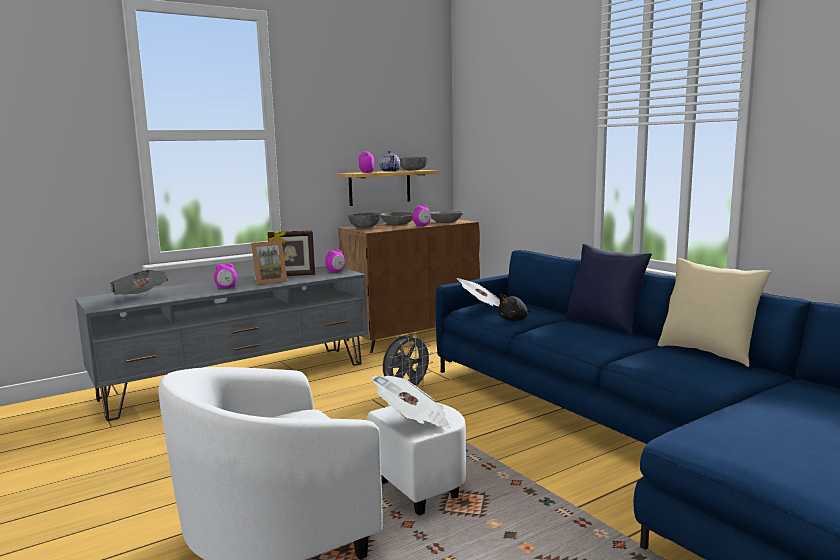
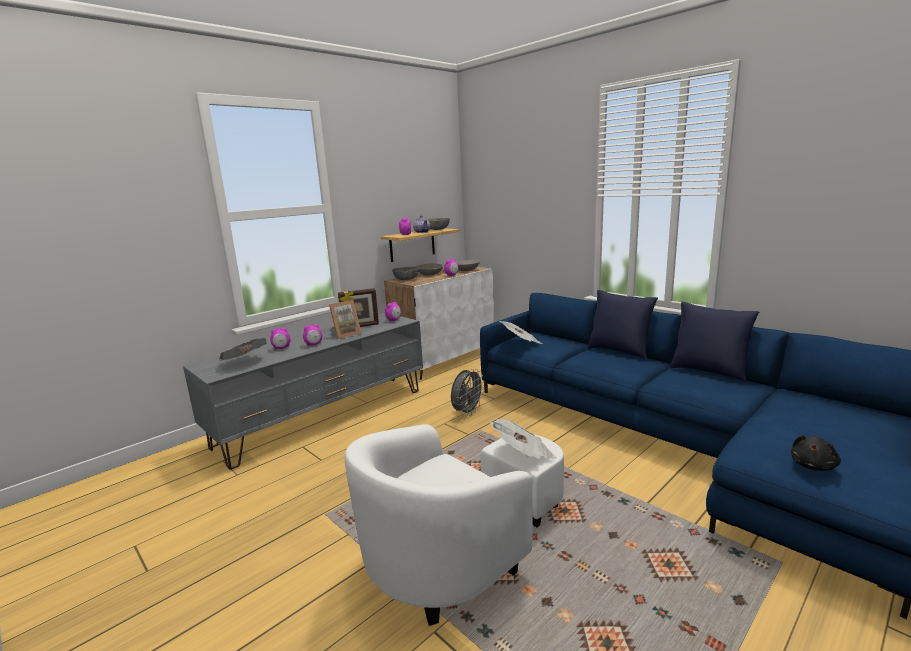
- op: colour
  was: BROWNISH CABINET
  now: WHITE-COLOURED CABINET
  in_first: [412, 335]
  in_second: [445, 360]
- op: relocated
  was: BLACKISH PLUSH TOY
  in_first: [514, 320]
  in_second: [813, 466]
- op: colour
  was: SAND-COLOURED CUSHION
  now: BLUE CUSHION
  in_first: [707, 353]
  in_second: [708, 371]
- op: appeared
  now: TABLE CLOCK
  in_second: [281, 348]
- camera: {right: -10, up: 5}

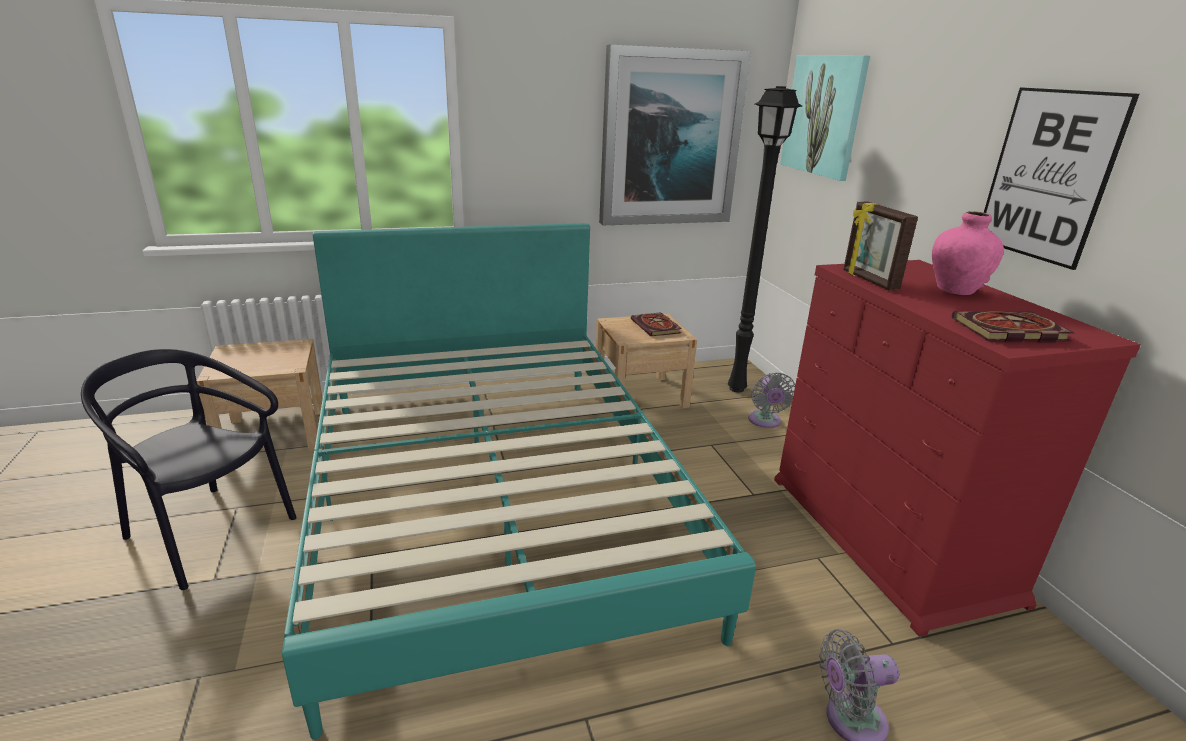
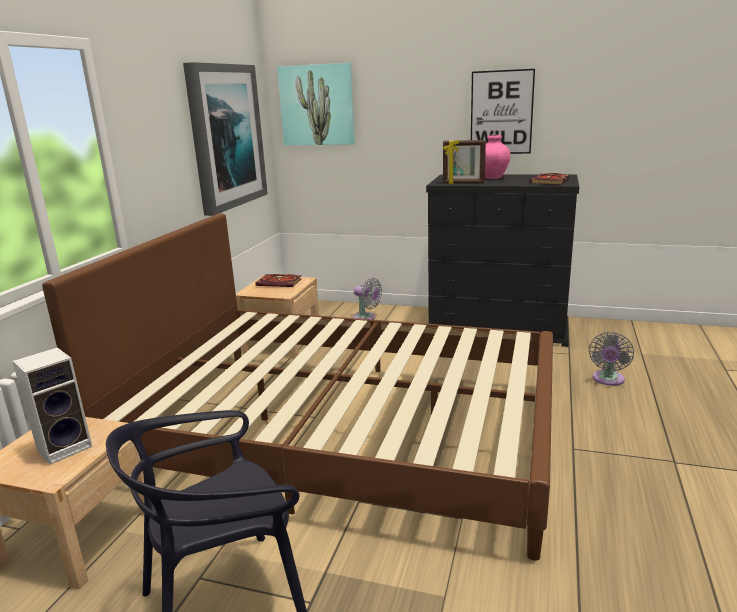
- op: colour
  was: BLUE-GREEN BEDROOM BED
  now: BROWNISH BEDROOM BED
  in_first: [494, 499]
  in_second: [343, 430]
- op: missing
  was: BLACKISH STANDING LAMP
  in_first: [738, 389]
- op: colour
  was: REDDISH DRAWER CHEST
  now: BLACKISH DRAWER CHEST
  in_first: [888, 537]
  in_second: [498, 327]
- op: appeared
  now: SPEAKER
  in_second: [66, 447]
- camera: {right: -55, up: -5}

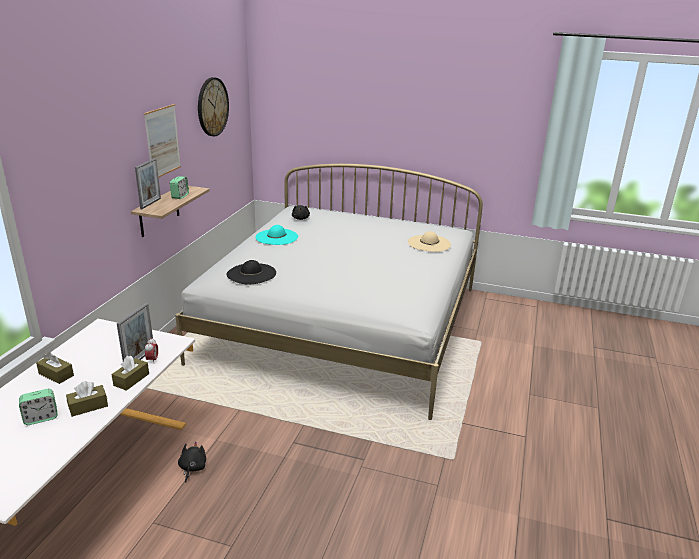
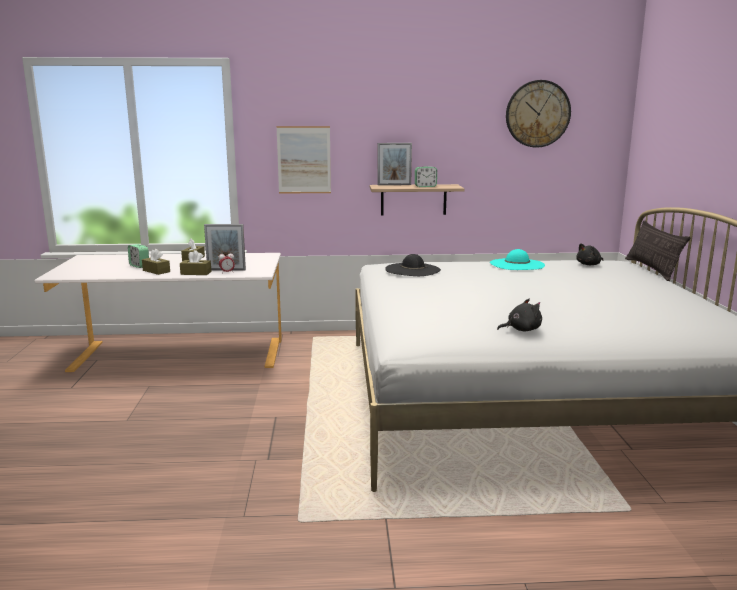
- op: relocated
  was: WALL PICTURE
  in_first: [163, 141]
  in_second: [304, 160]
- op: relocated
  was: BLACKISH PLUSH TOY
  in_first: [192, 468]
  in_second: [521, 330]
- op: missing
  was: SAND-COLOURED CLOTHING HAT
  in_first: [429, 243]
- op: appeared
  now: CUSHION
  in_second: [652, 269]
- camera: {right: 70, up: -10}

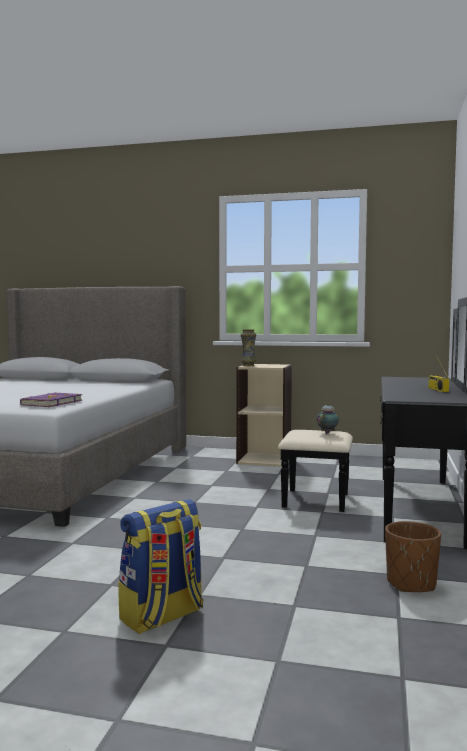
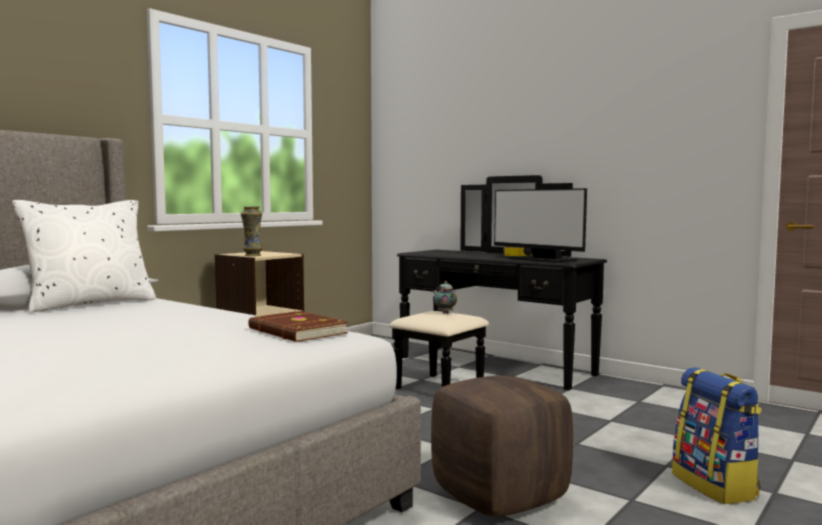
- op: colour
  was: PURPLE VOLUME
  now: BROWNISH VOLUME
  in_first: [51, 403]
  in_second: [296, 331]
- op: missing
  was: BROWNISH FLOWER POT
  in_first: [411, 584]
- op: appeared
  now: WHITE-COLOURED CUSHION
  in_second: [90, 304]
- op: appeared
  now: BROWNISH OTTOMAN
  in_second: [499, 496]
- op: appeared
  now: MONITOR
  in_second: [541, 259]
- camera: {right: -65, up: 0}

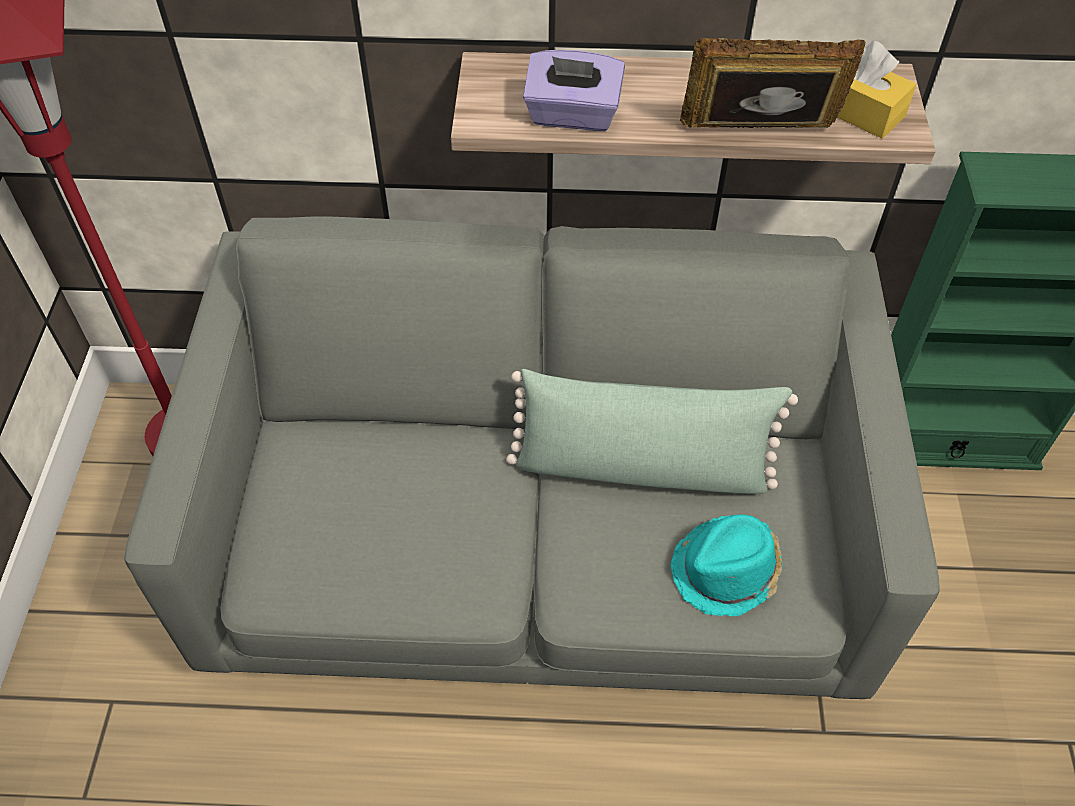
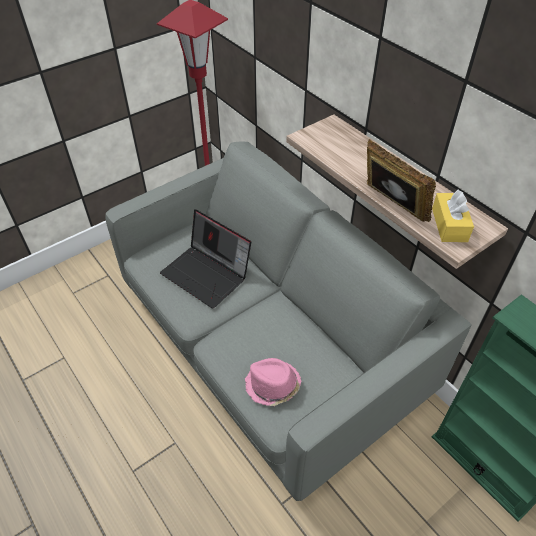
- op: missing
  was: GREENISH CUSHION
  in_first: [642, 467]
- op: missing
  was: PURPLE TISSUE HOLDER
  in_first: [572, 116]
- op: colour
  was: BLUE-GREEN CLOTHING HAT
  now: PINKISH CLOTHING HAT
  in_first: [727, 571]
  in_second: [272, 385]
- op: appeared
  now: PORTABLE COMPUTER
  in_second: [207, 274]
- camera: {right: 50, up: -5}

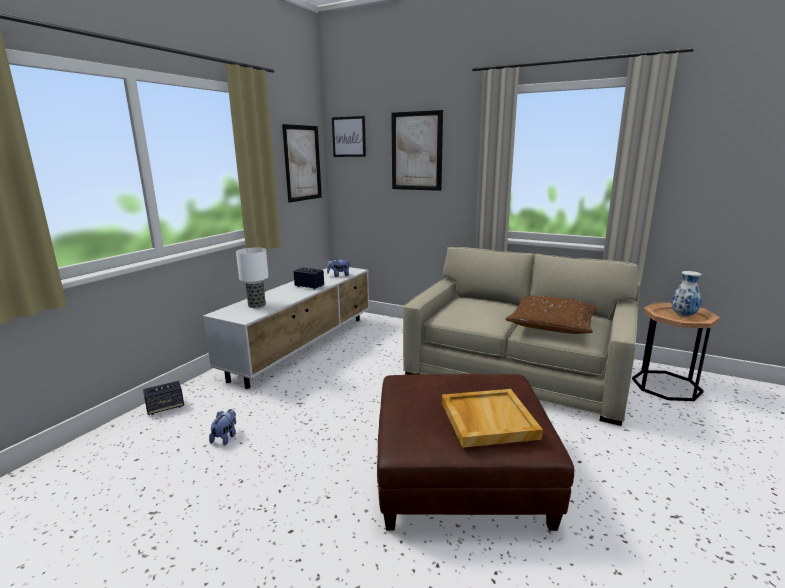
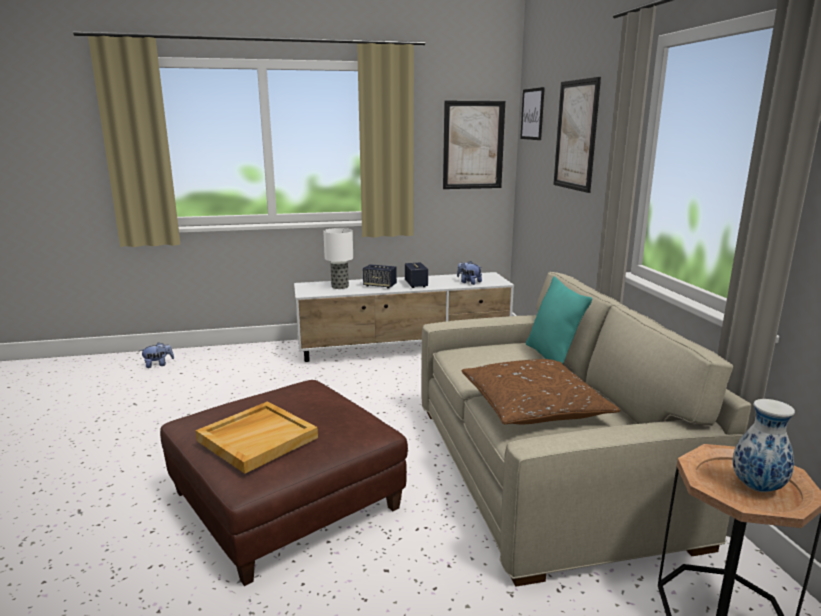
- op: relocated
  was: SPEAKER
  in_first: [165, 407]
  in_second: [380, 286]
- op: relocated
  was: PLUSH TOY
  in_first: [225, 437]
  in_second: [158, 365]
- op: appeared
  now: BLUE-GREEN CUSHION
  in_second: [552, 358]
- camera: {right: 50, up: 0}

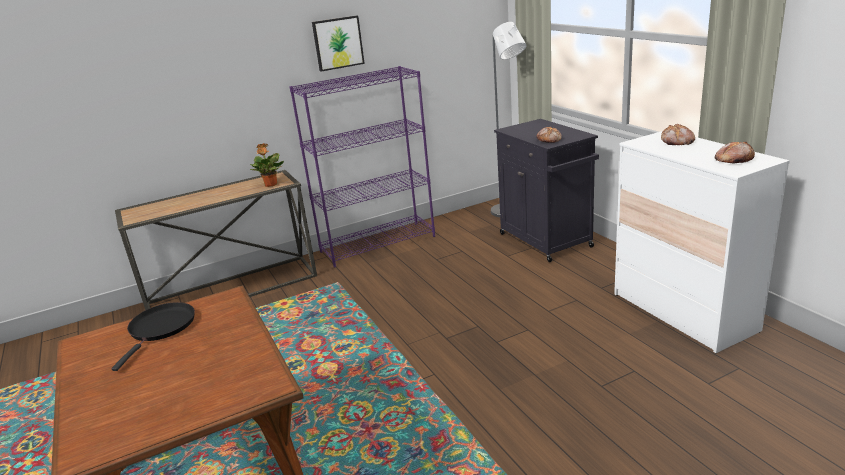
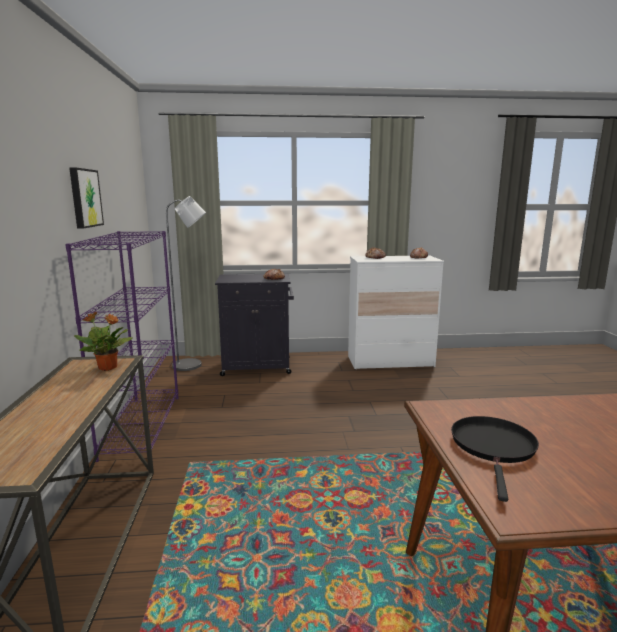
- op: spun
  was: BLACKISH SKILLET
  in_first: [161, 328]
  in_second: [493, 447]
  clockwise: 75
- camera: {right: -70, up: -10}

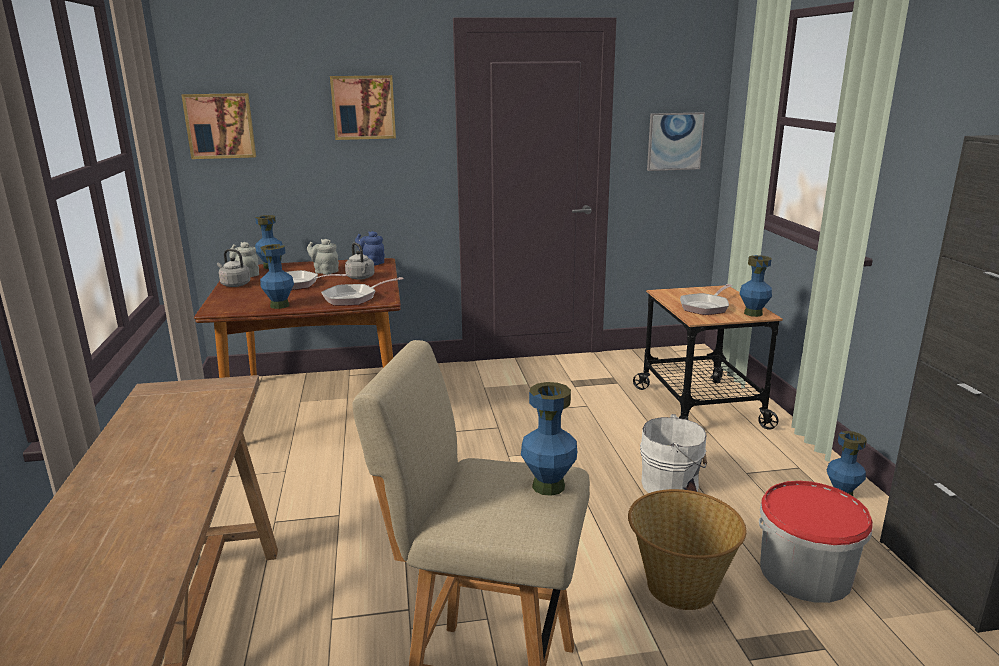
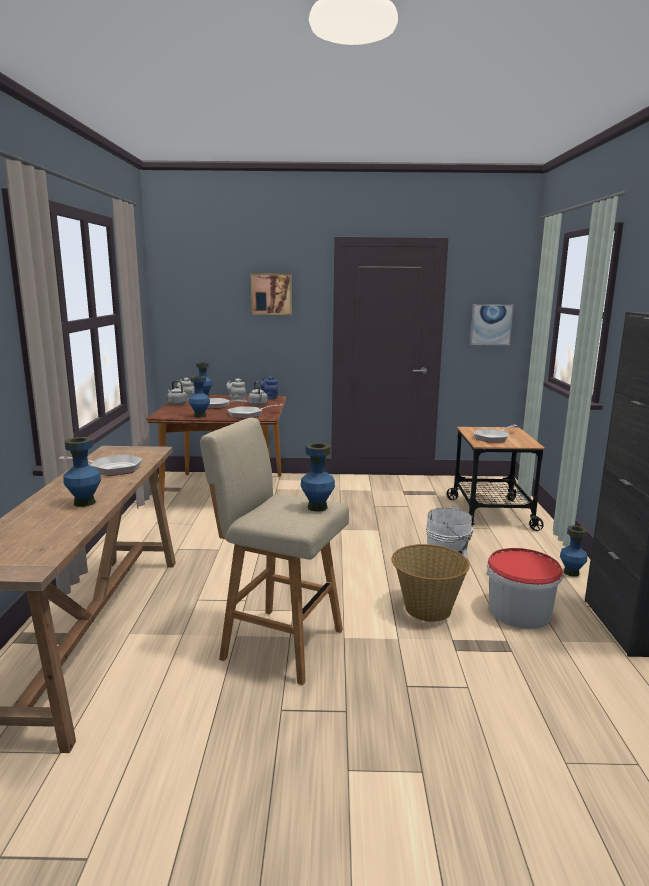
- op: missing
  was: WALL PICTURE
  in_first: [220, 126]
- op: relocated
  was: BLUE VASE
  in_first: [753, 313]
  in_second: [84, 503]
- op: appeared
  now: SKILLET
  in_second: [112, 469]
- camera: {right: 10, up: -5}

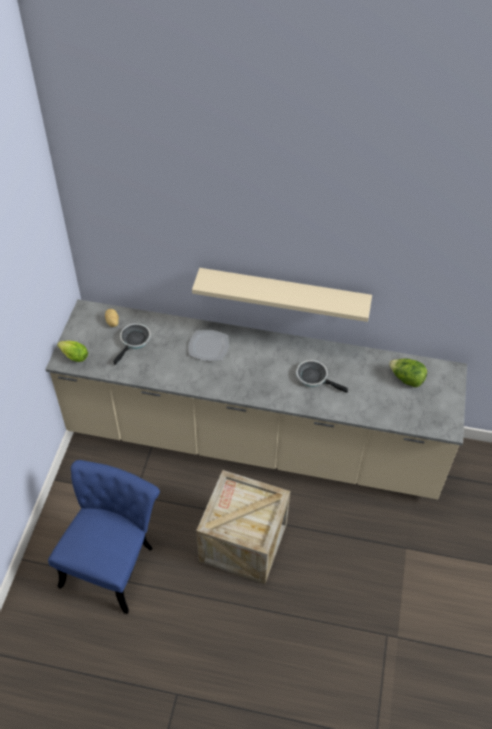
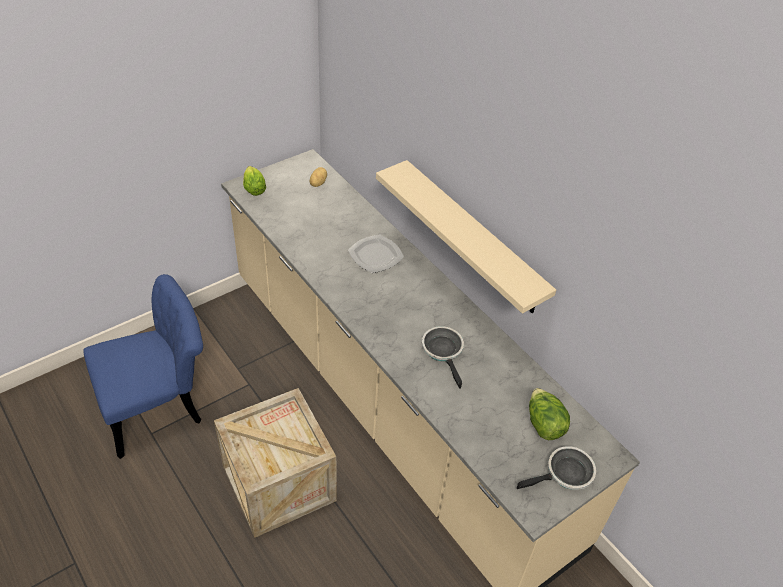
- op: relocated
  was: SKILLET
  in_first: [134, 341]
  in_second: [565, 474]
- camera: {right: 40, up: -5}

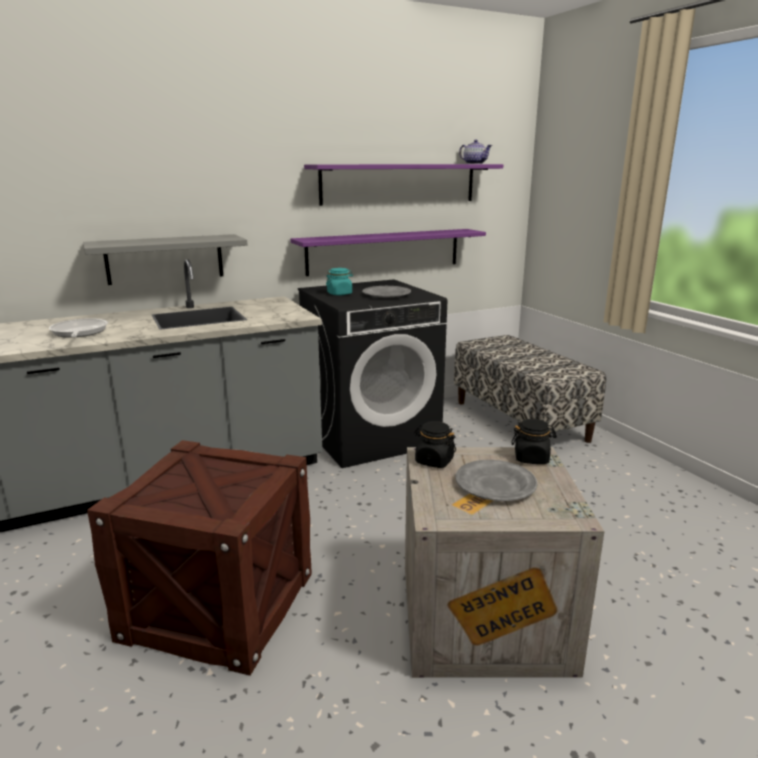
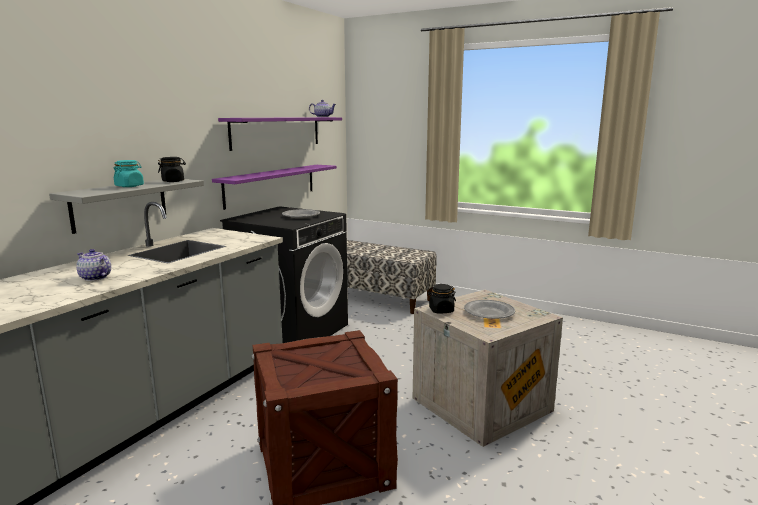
- op: exchanged
  was: SKILLET
  now: TEA POT
  in_first: [79, 333]
  in_second: [95, 278]
- op: relocated
  was: BLUE-GREEN STORAGE JAR
  in_first: [339, 294]
  in_second: [129, 186]
- op: relocated
  was: BLACKISH STORAGE JAR
  in_first: [531, 458]
  in_second: [173, 181]
- camera: {right: -35, up: -5}

